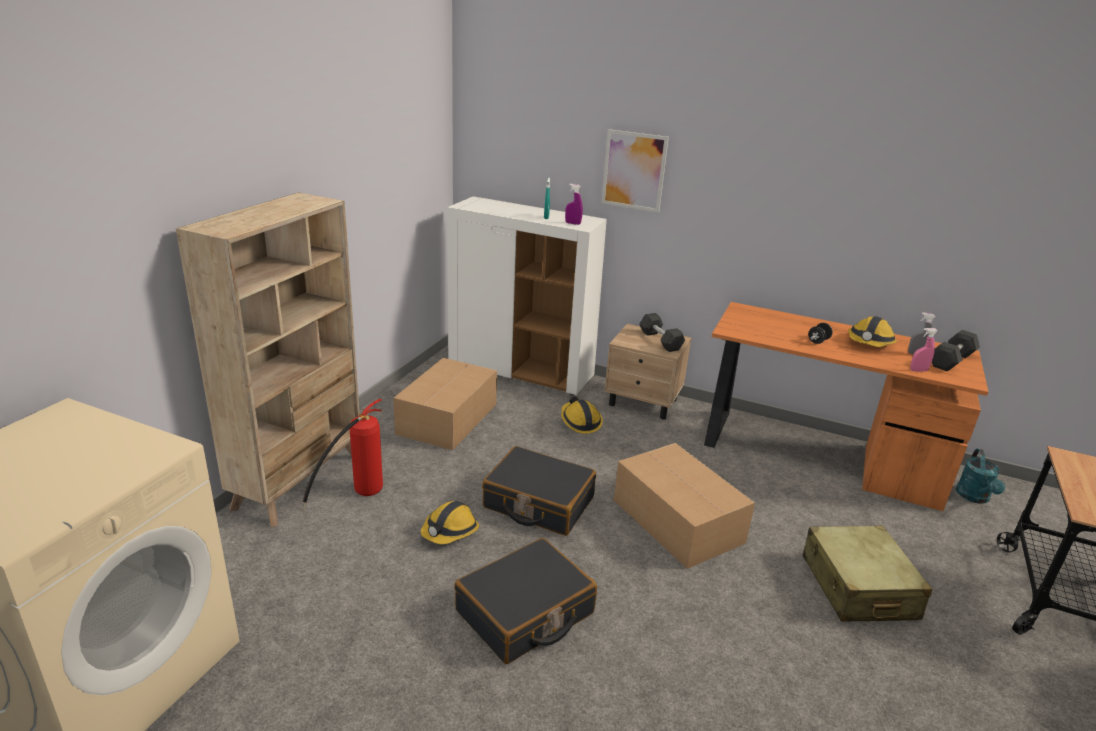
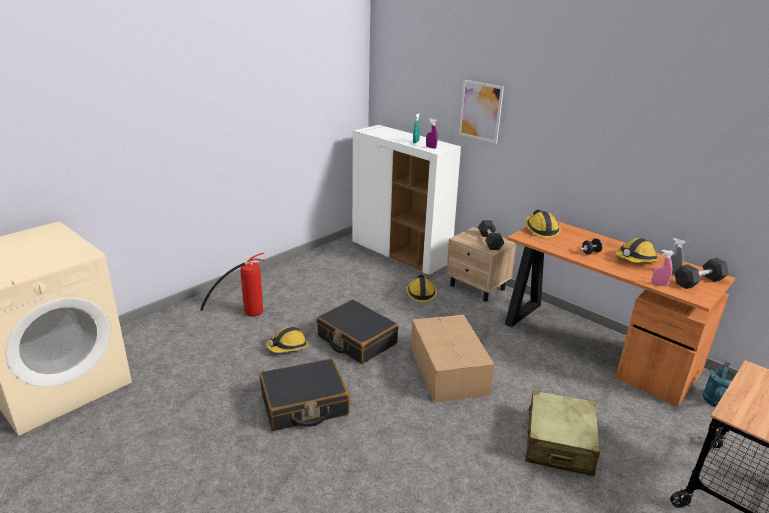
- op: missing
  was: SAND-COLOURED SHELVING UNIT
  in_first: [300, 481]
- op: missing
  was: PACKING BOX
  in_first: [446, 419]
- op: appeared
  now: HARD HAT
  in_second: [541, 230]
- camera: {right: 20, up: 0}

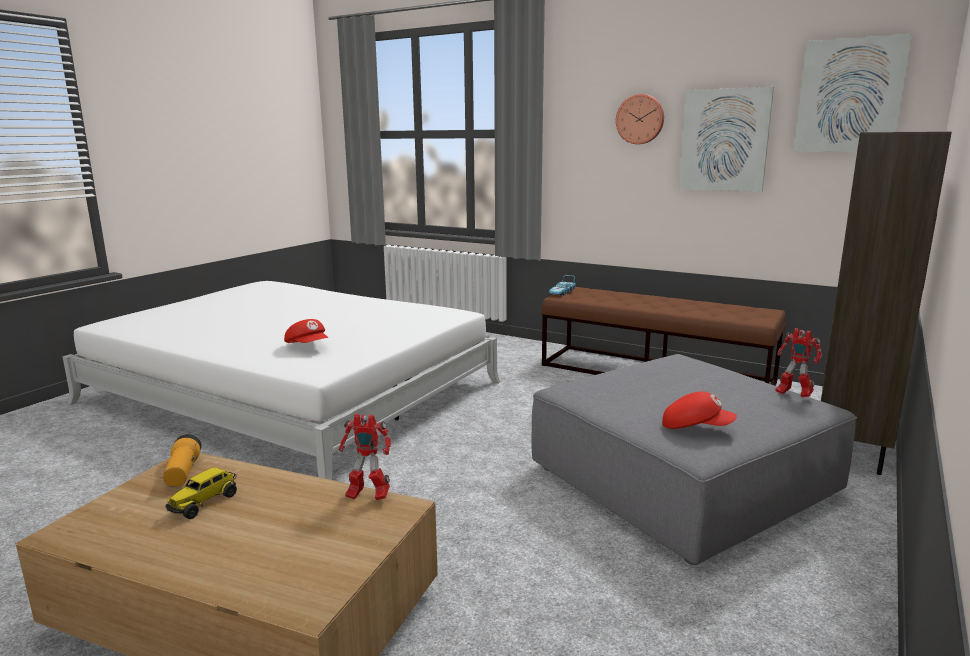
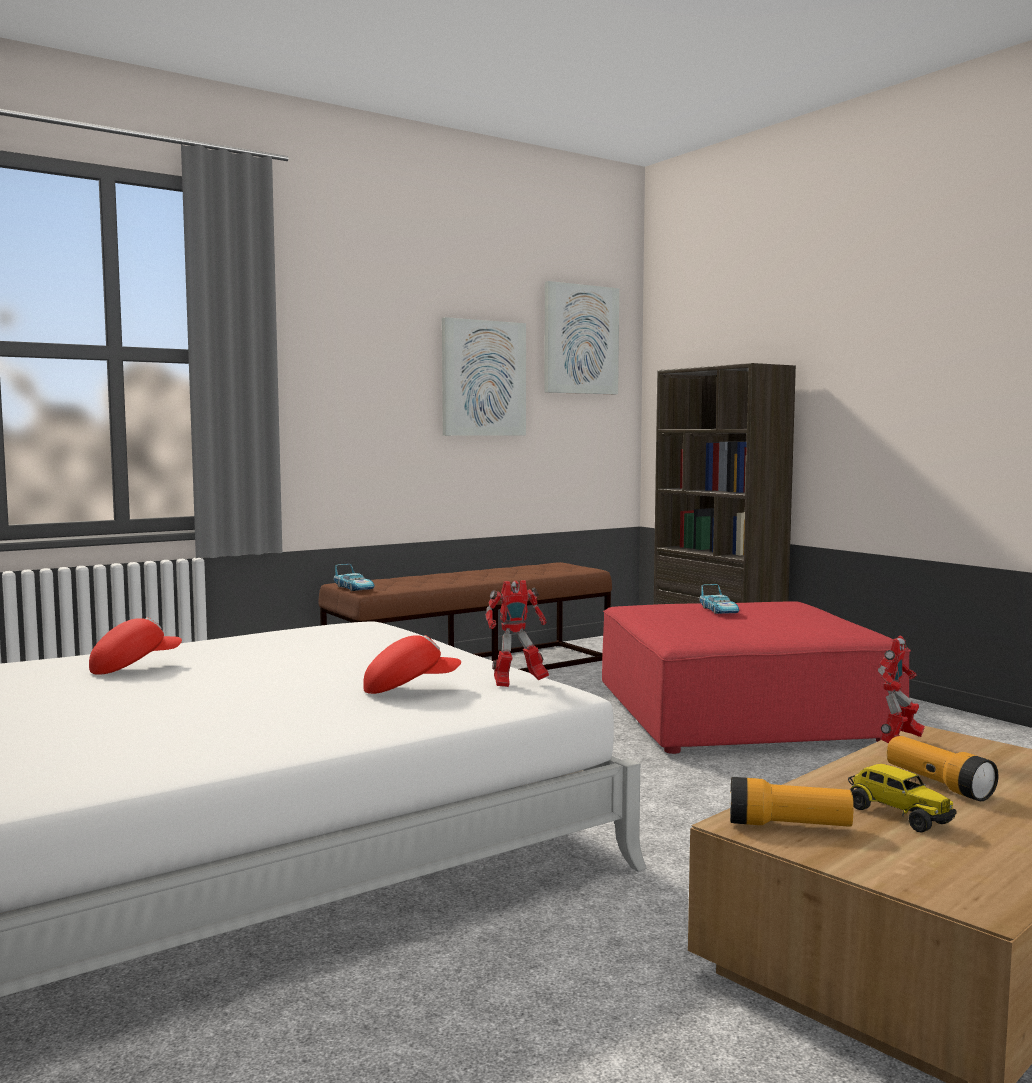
- op: colour
  was: GREY OTTOMAN
  now: REDDISH OTTOMAN
  in_first: [681, 480]
  in_second: [740, 714]
- op: missing
  was: CLOCK ON THE WALL
  in_first: [640, 119]
- op: relocated
  was: REDDISH BASEBALL CAP
  in_first: [696, 428]
  in_second: [134, 667]
- op: relocated
  was: ROBOT FIGURE
  in_first: [793, 394]
  in_second: [517, 683]
- op: appeared
  now: MINIATURE CAR
  in_second: [719, 610]
- op: appeared
  now: TORCH
  in_second: [938, 784]
- camera: {right: -65, up: -10}

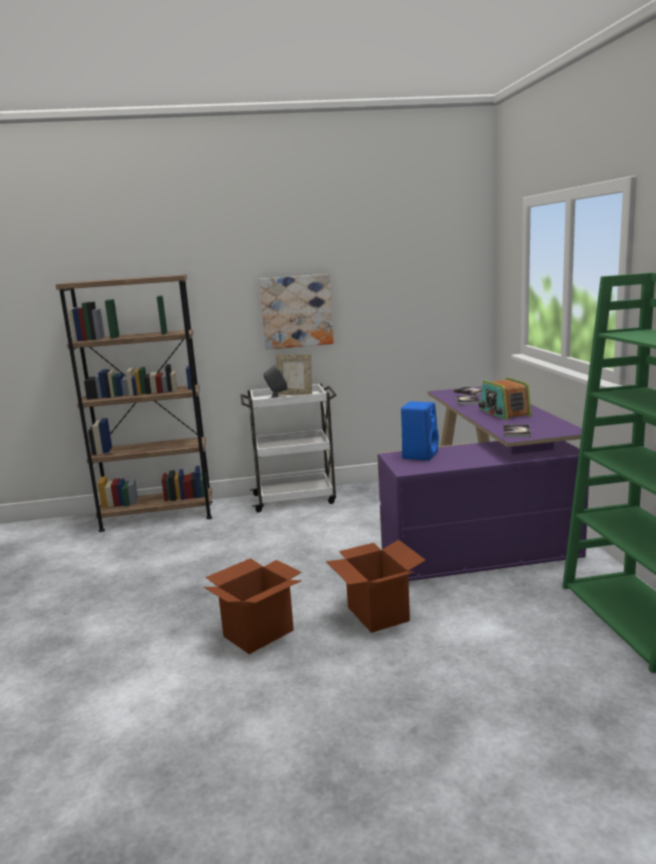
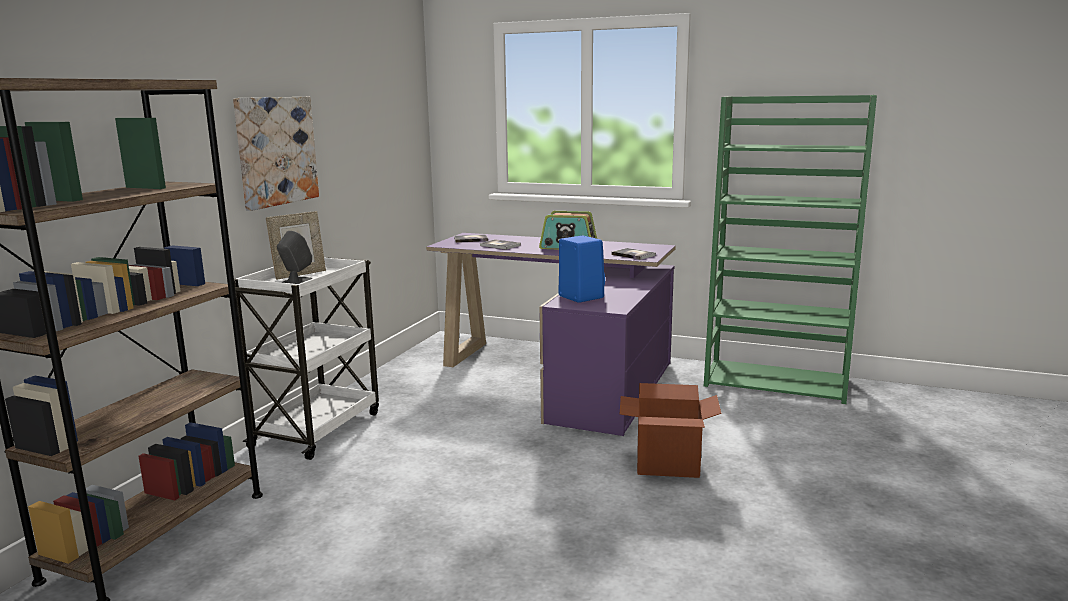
- op: missing
  was: PACKING BOX
  in_first: [258, 633]
- camera: {right: -60, up: 0}

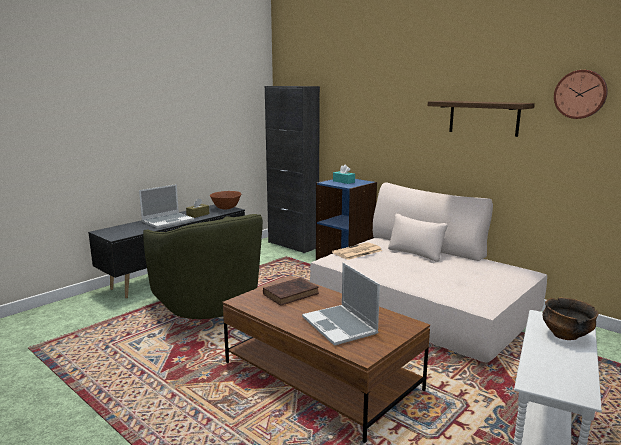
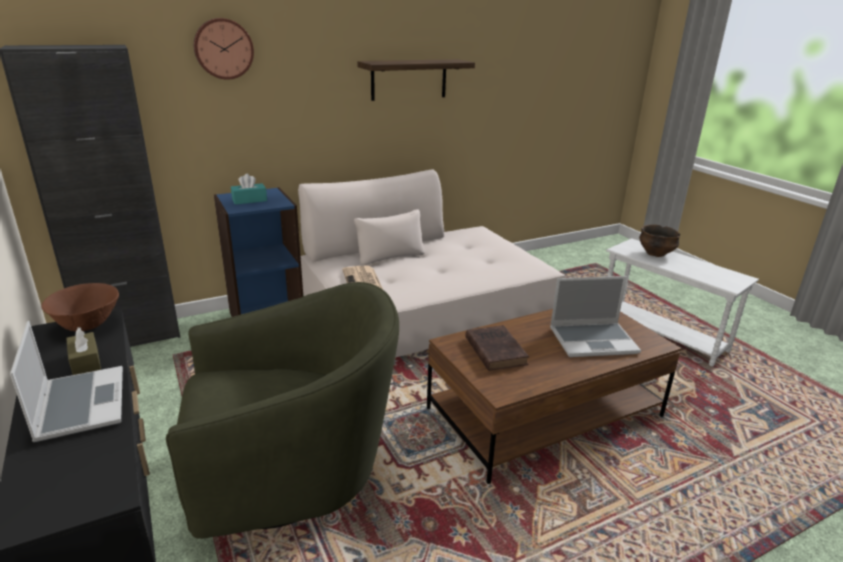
- op: relocated
  was: CLOCK ON THE WALL
  in_first: [580, 94]
  in_second: [223, 49]
- camera: {right: -70, up: 10}

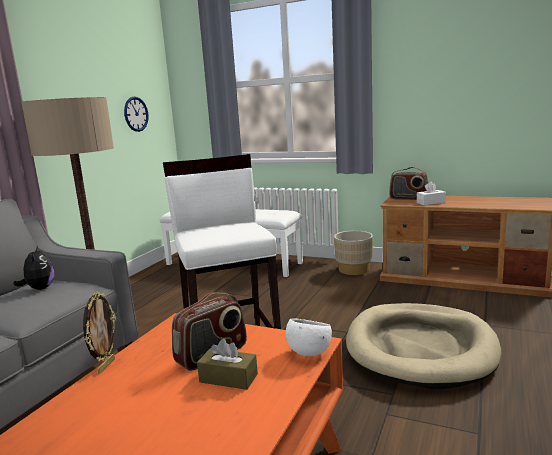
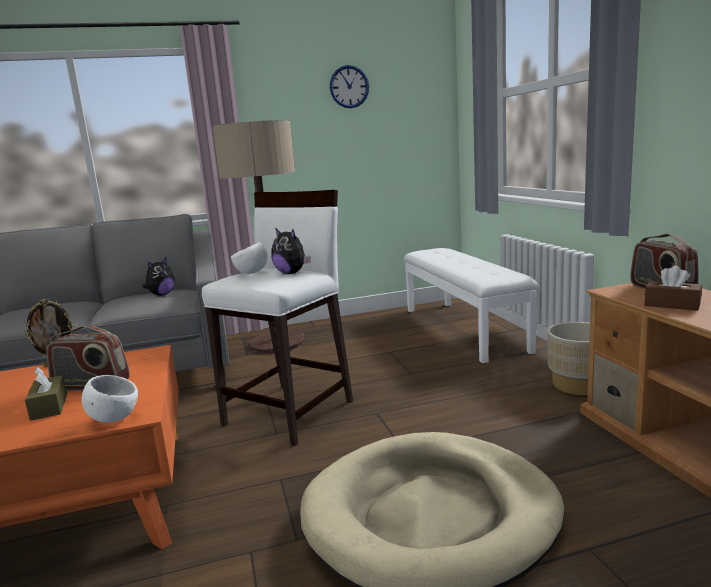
- op: relocated
  was: CLOCK ON THE WALL
  in_first: [136, 114]
  in_second: [349, 86]
- op: colour
  was: WHITE-COLOURED TISSUE HOLDER
  now: BROWNISH TISSUE HOLDER
  in_first: [431, 202]
  in_second: [672, 305]
- op: appeared
  now: WHITE-COLOURED BOWL
  in_second: [251, 273]
- op: appeared
  now: PLUSH TOY
  in_second: [291, 273]
- camera: {right: 50, up: 0}

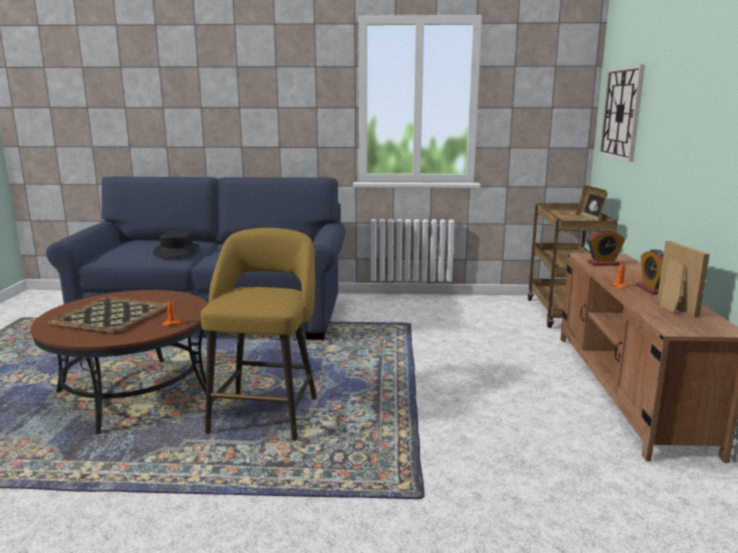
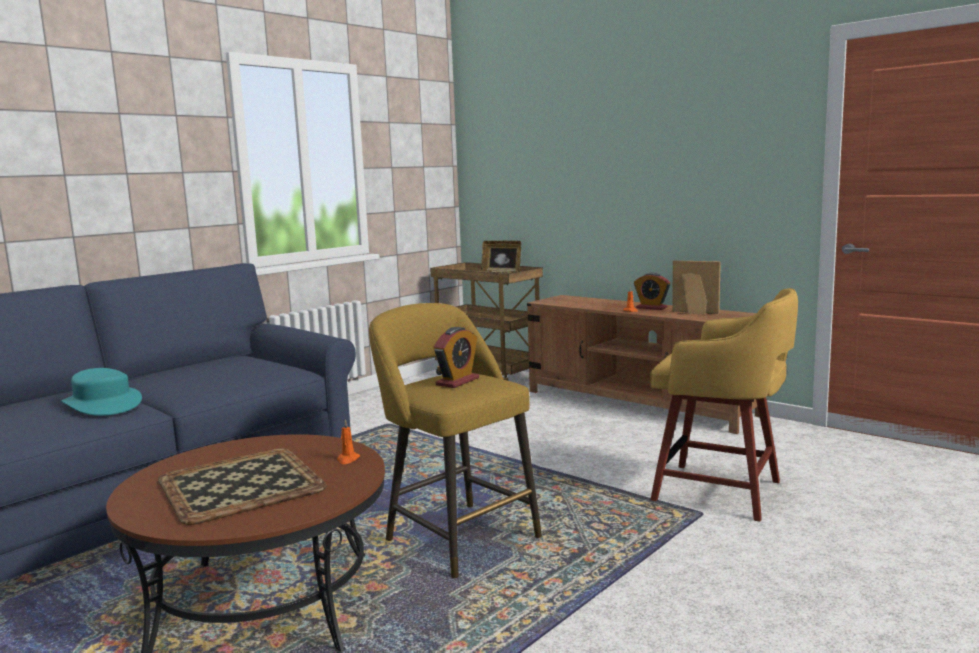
- op: colour
  was: BLACKISH CLOTHING HAT
  now: BLUE-GREEN CLOTHING HAT
  in_first: [177, 251]
  in_second: [103, 404]
- op: relocated
  was: TABLE CLOCK
  in_first: [603, 263]
  in_second: [457, 381]
- op: missing
  was: CLOCK ON THE WALL
  in_first: [621, 113]
- op: appeared
  now: YELLOW-COLOURED STOOL
  in_second: [721, 492]
- camera: {right: -50, up: -5}

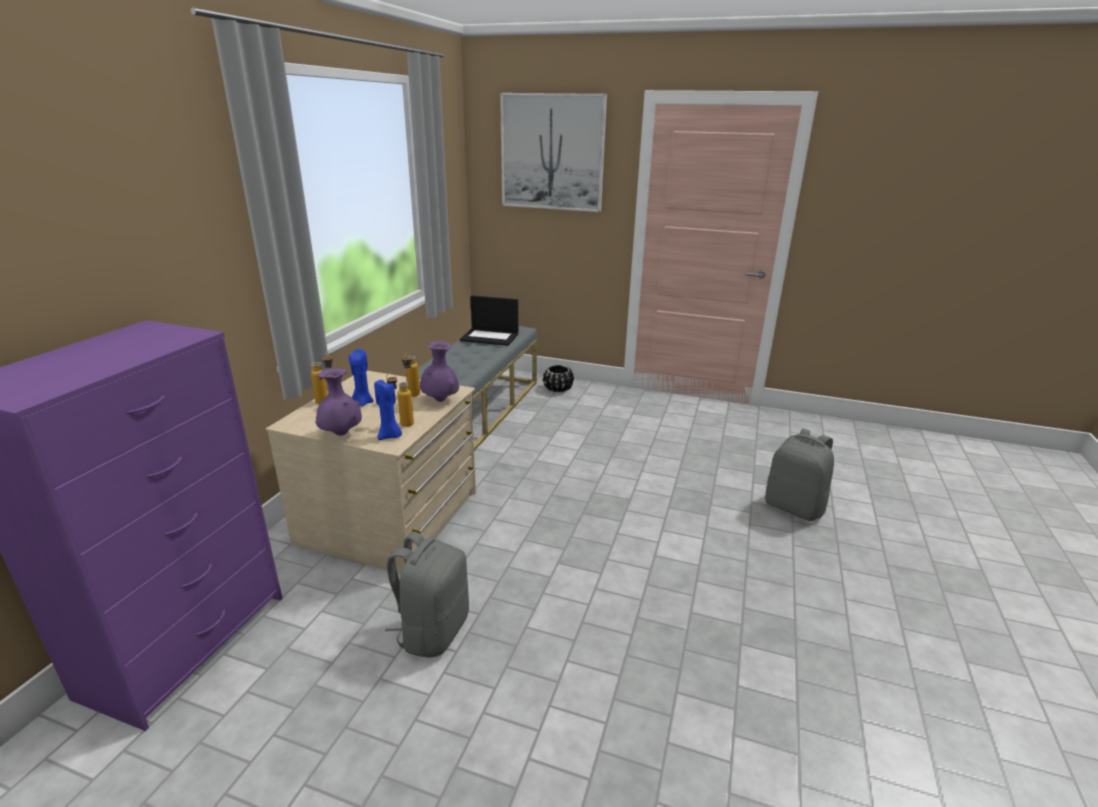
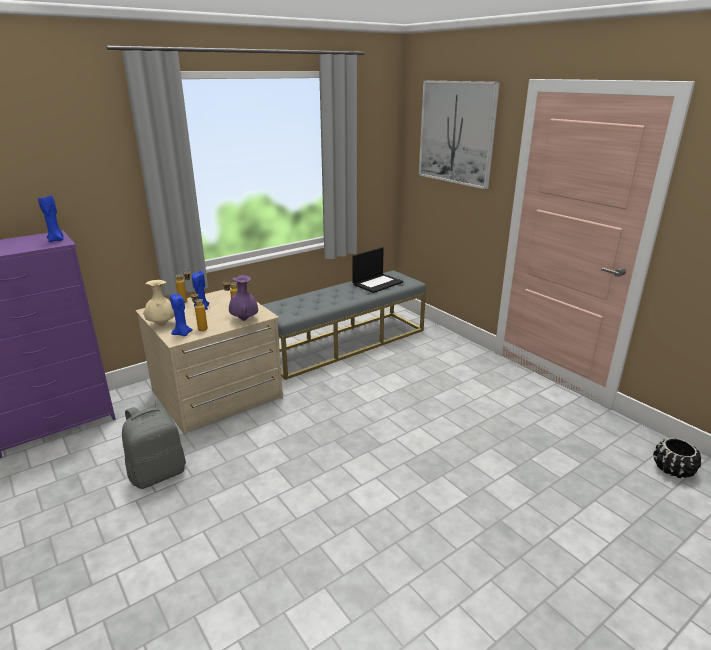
- op: colour
  was: PURPLE VASE
  now: SAND-COLOURED VASE
  in_first: [341, 434]
  in_second: [162, 325]
- op: spun
  was: PORTABLE COMPUTER
  in_first: [490, 337]
  in_second: [377, 283]
  clockwise: -90
- op: relocated
  was: BLACKISH FLOWER POT
  in_first: [558, 388]
  in_second: [673, 469]
- op: missing
  was: GREY KNAPSACK
  in_first: [794, 507]
- op: appeared
  now: BLUE WAX CANDLE
  in_second: [56, 240]
- camera: {right: 35, up: 0}

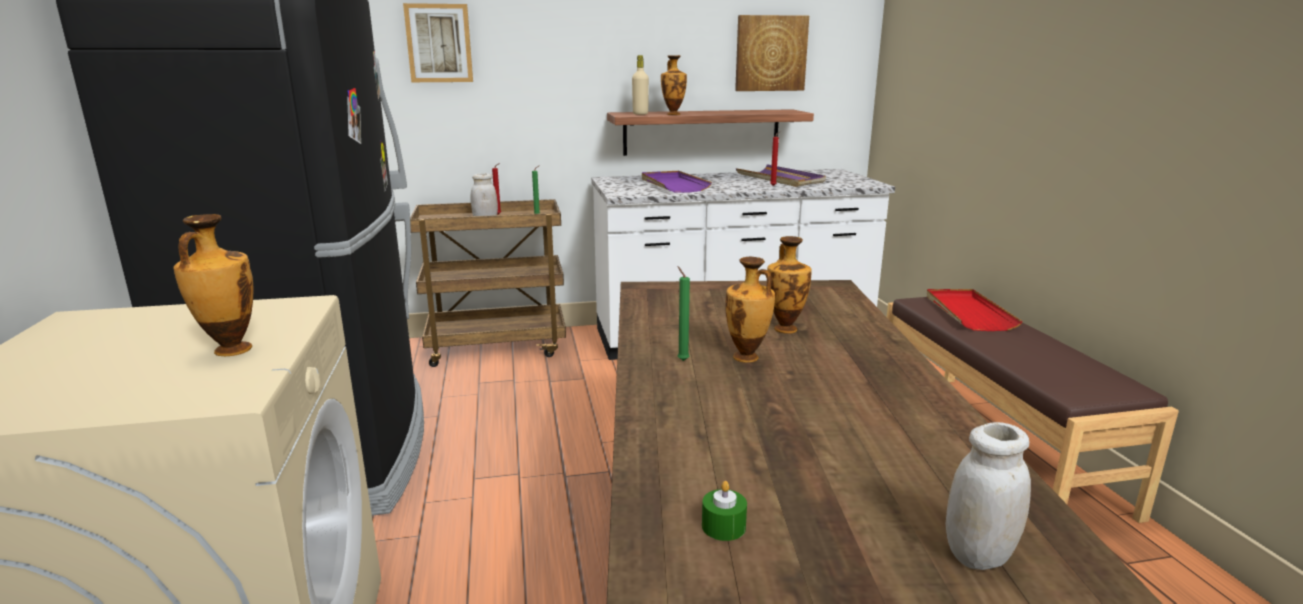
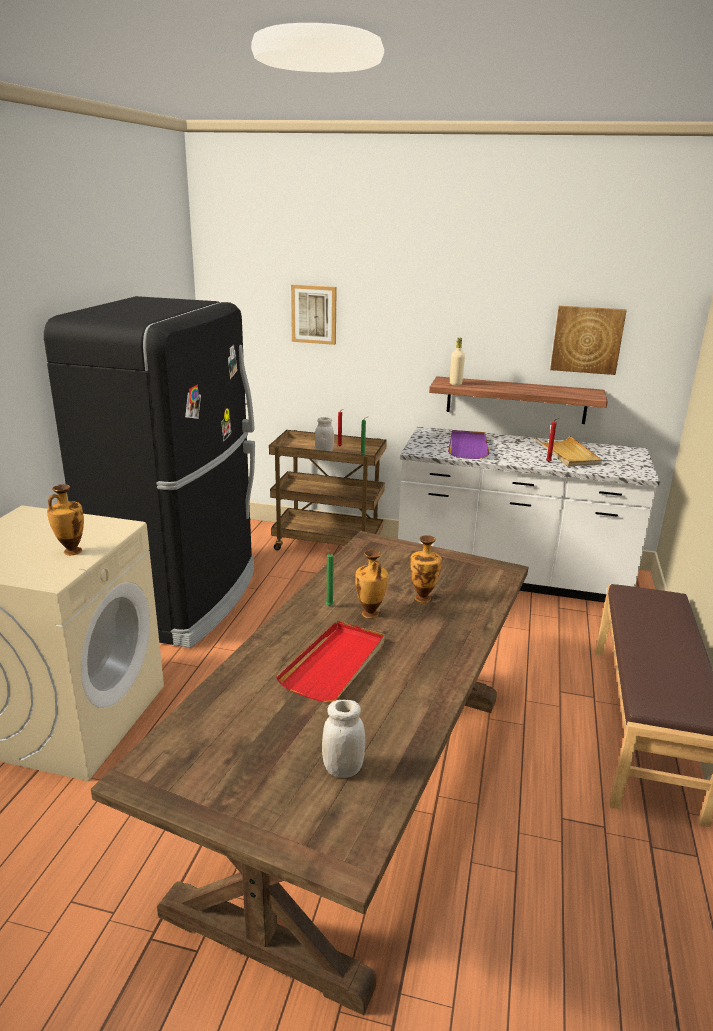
- op: missing
  was: VASE
  in_first: [673, 114]
- op: missing
  was: GREENISH WAX CANDLE
  in_first: [723, 526]
- op: colour
  was: PURPLE CARRYING TRAY
  now: SAND-COLOURED CARRYING TRAY
  in_first: [780, 179]
  in_second: [567, 454]
- op: relocated
  was: REDDISH CARRYING TRAY
  in_first: [968, 312]
  in_second: [335, 664]
- camera: {right: 25, up: 5}

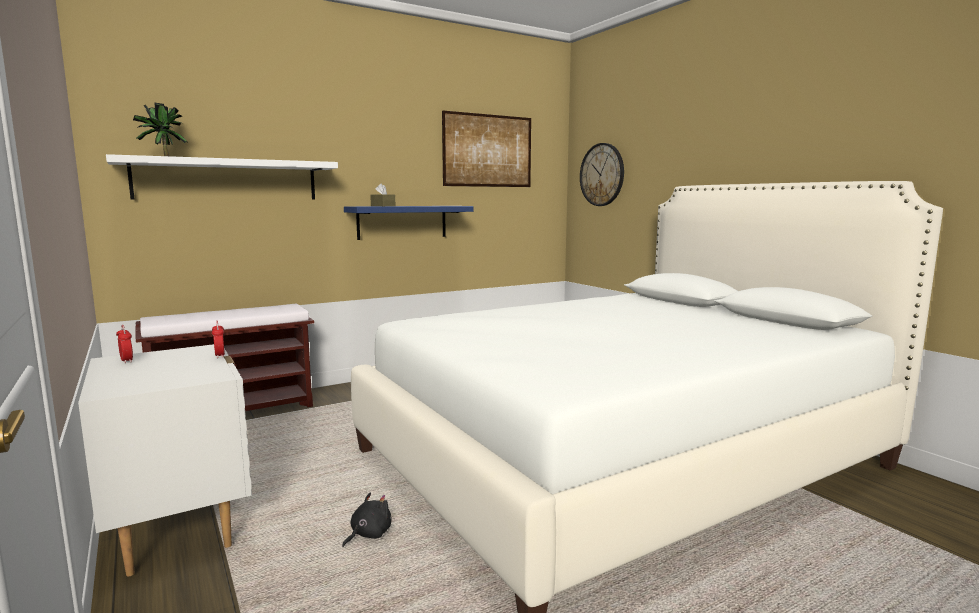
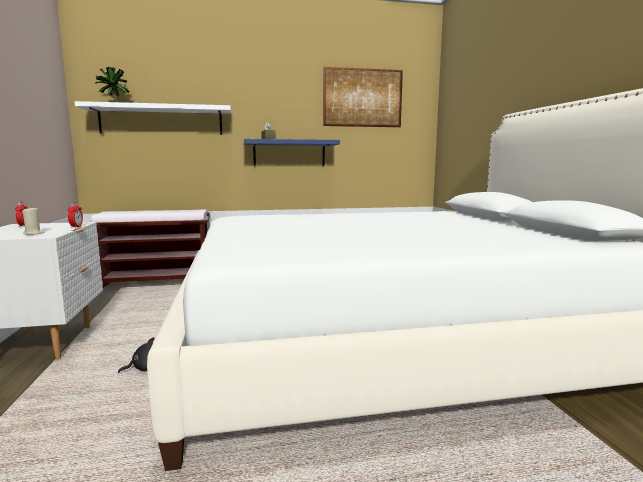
- op: missing
  was: CLOCK ON THE WALL
  in_first: [602, 174]
- op: appeared
  now: SAND-COLOURED WAX CANDLE
  in_second: [33, 233]
- camera: {right: 20, up: 0}

